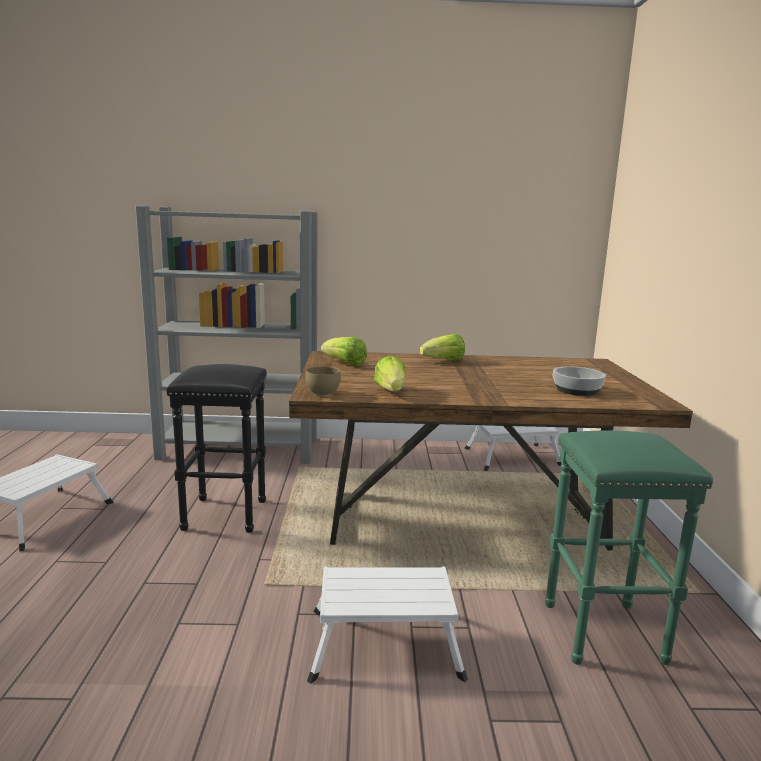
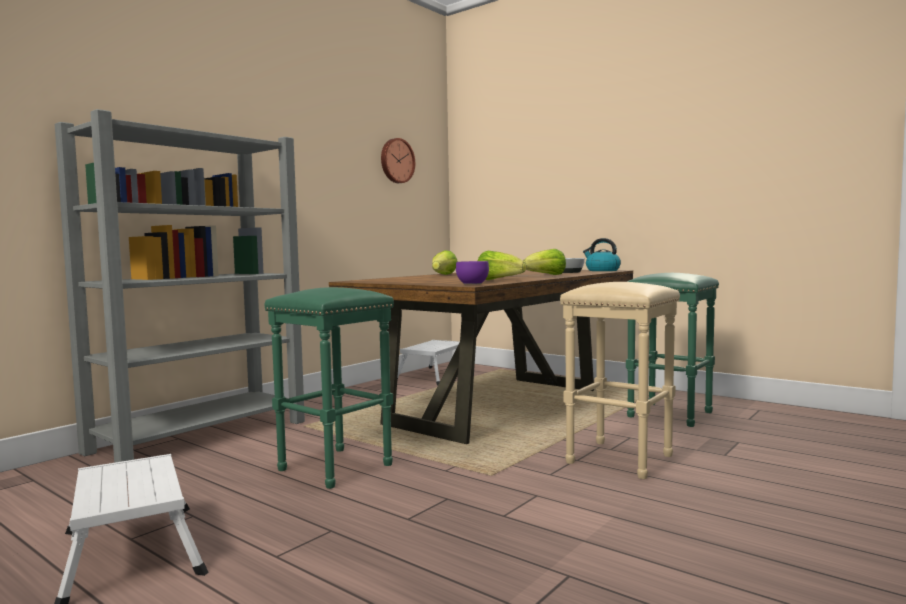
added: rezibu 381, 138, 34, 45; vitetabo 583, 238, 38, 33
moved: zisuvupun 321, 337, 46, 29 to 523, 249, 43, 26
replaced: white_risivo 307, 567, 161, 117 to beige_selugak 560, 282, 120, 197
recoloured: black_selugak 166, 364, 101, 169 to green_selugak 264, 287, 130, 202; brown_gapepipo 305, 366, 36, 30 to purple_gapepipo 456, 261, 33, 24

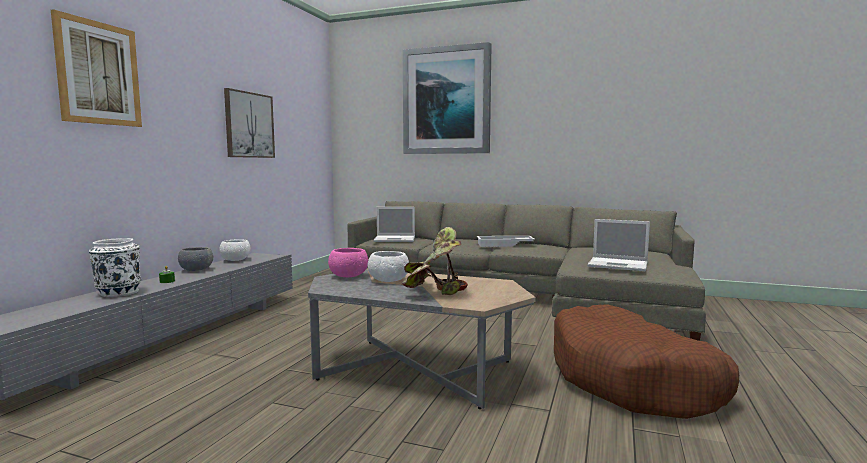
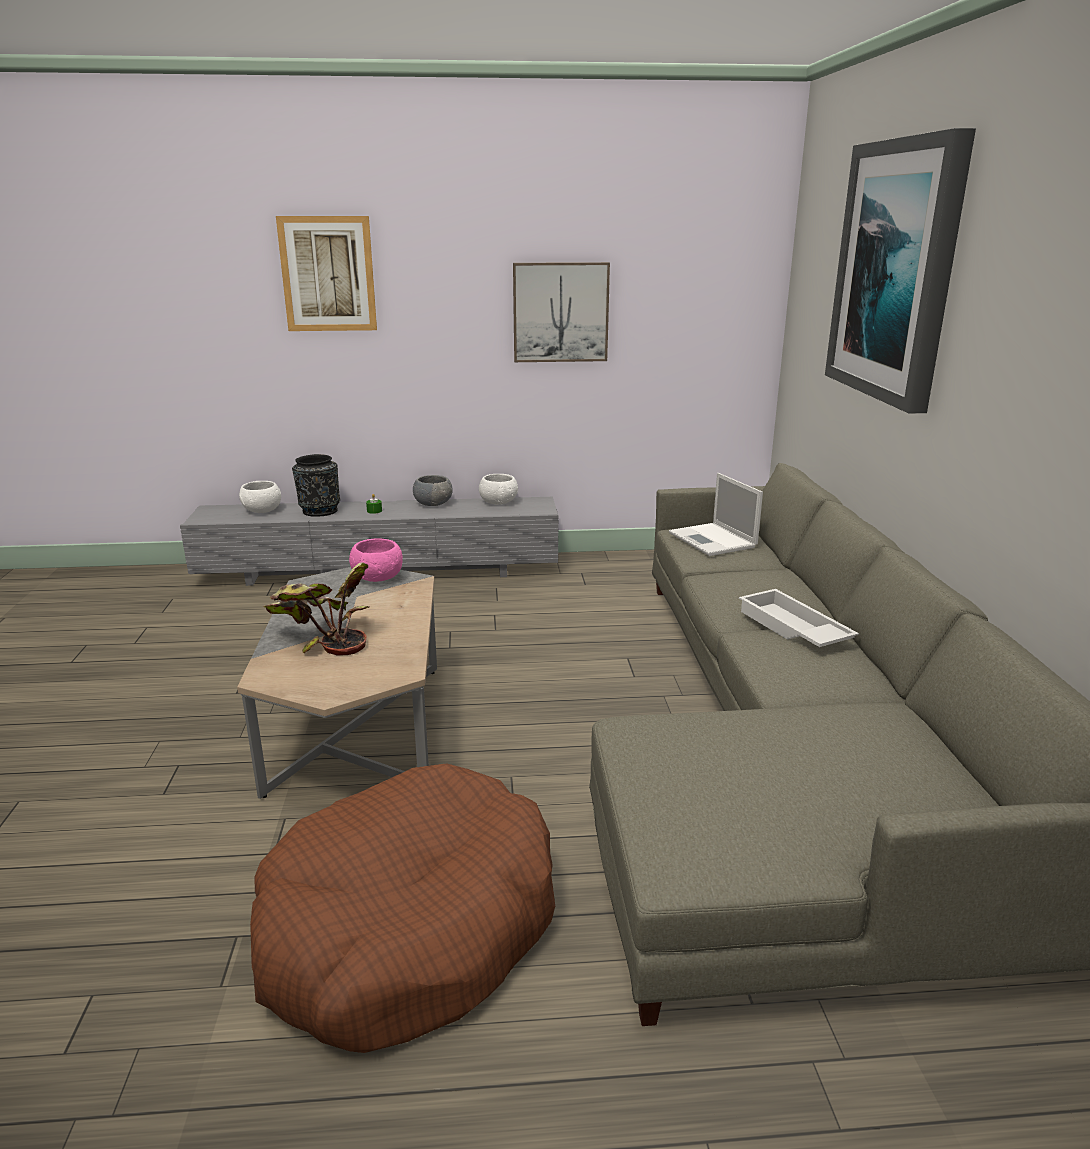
removed: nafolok 587, 219, 63, 52
moved: white_gapepipo 368, 251, 41, 31 to 239, 481, 42, 32
recoloured: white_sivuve 89, 238, 52, 59 to black_sivuve 292, 454, 48, 63

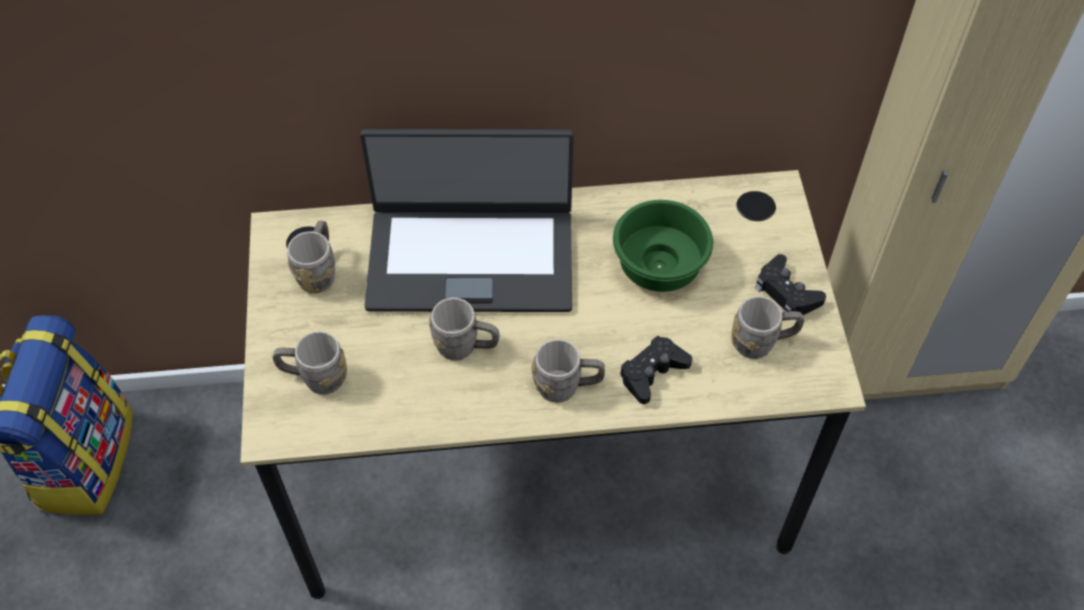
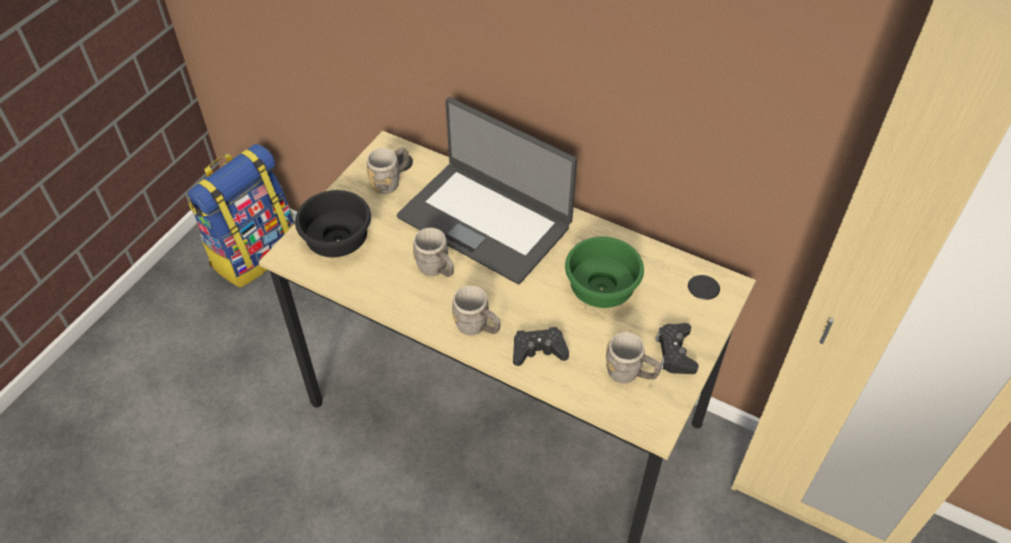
replaced: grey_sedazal 273, 331, 74, 64 to black_gapepipo 295, 190, 76, 67

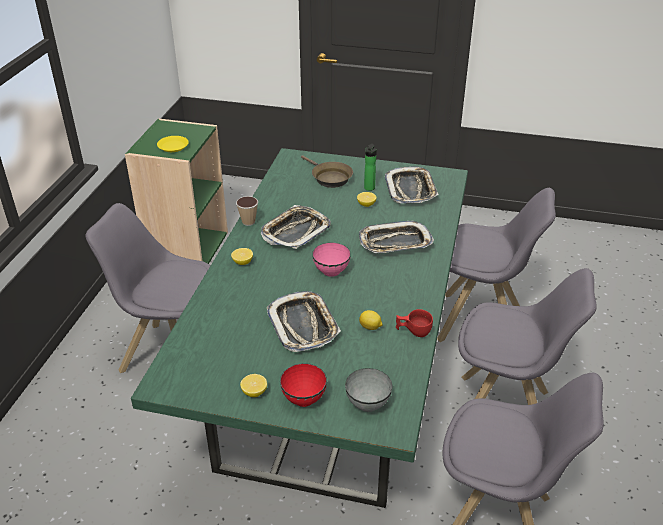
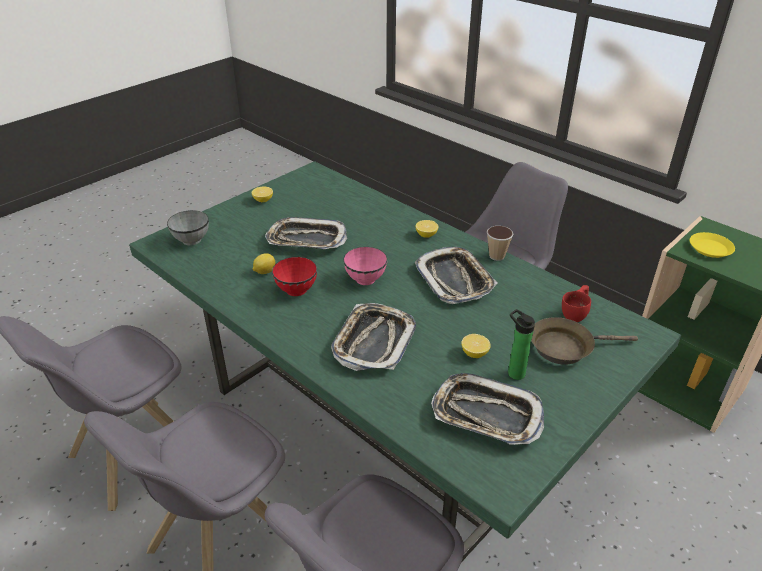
moved: red_gapepipo 280, 363, 47, 44 to 272, 257, 45, 39; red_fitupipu 396, 309, 37, 28 to 562, 285, 29, 37

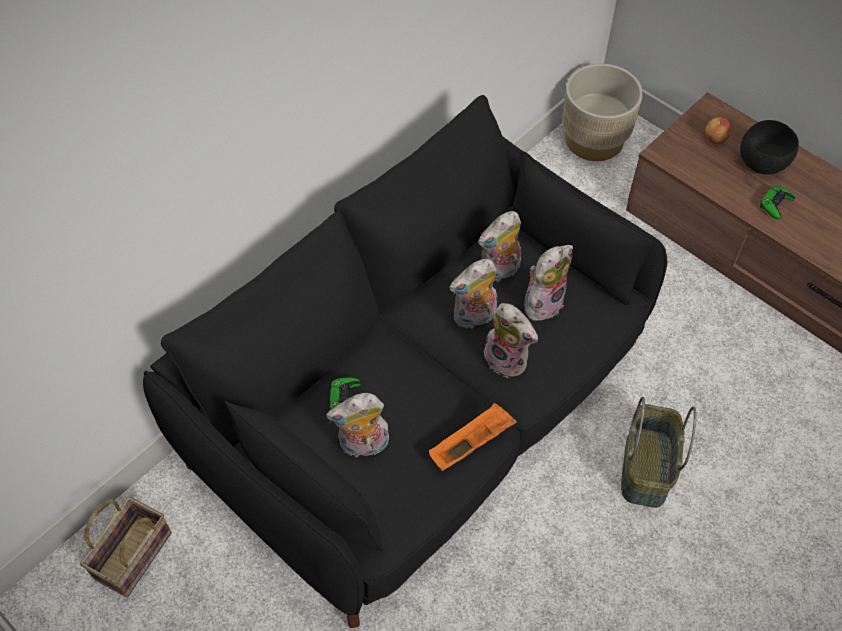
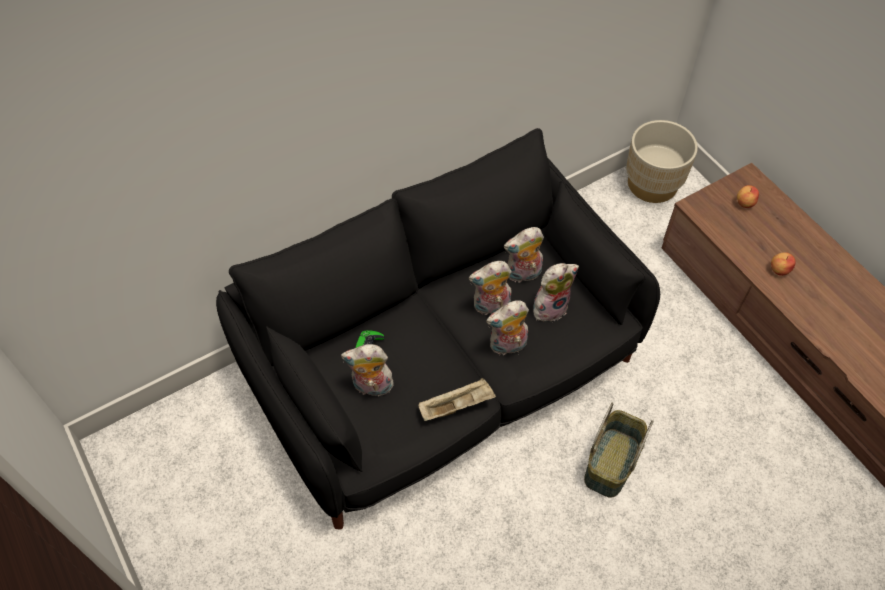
removed: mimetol 80, 497, 92, 100; black_gapepipo 740, 120, 59, 55
replaced: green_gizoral 760, 186, 35, 33 to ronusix 771, 252, 25, 24
recoloured: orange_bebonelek 429, 403, 88, 68 to beige_bebonelek 418, 378, 78, 43
turned: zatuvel 482, 303, 56, 75 = 486, 300, 43, 55 105 degrees clockwise

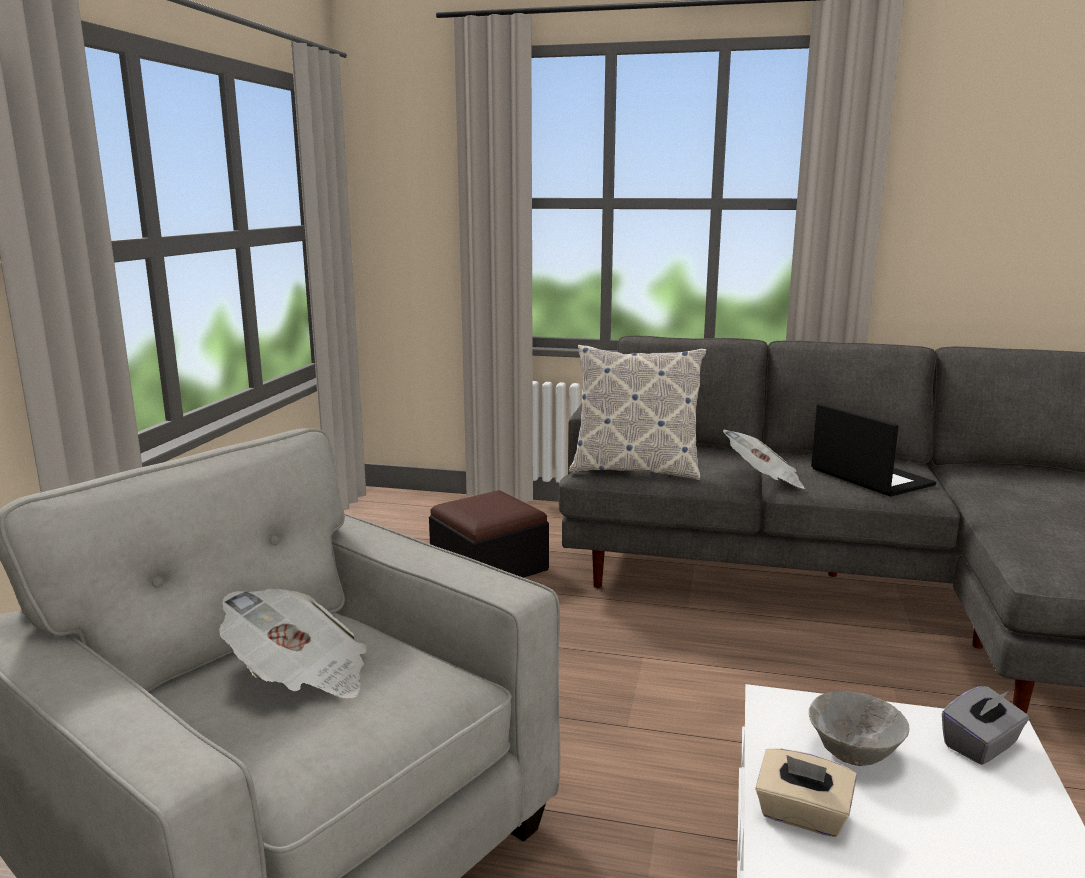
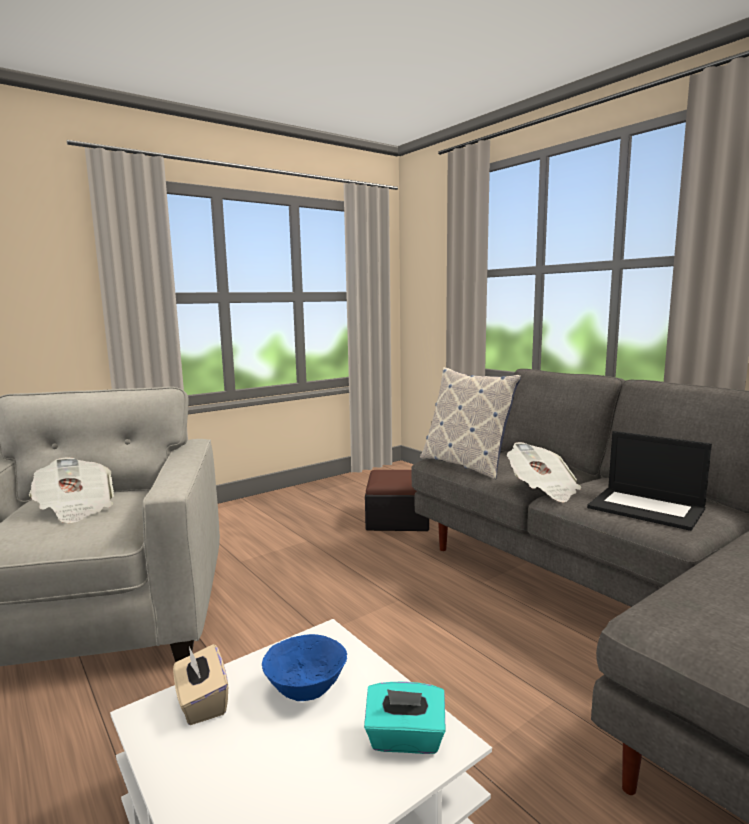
recoloured: grey_gapepipo 809, 691, 101, 75 to blue_gapepipo 262, 634, 85, 67; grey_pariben 942, 686, 87, 79 to turquoise_pariben 364, 682, 82, 72
turned: nafolok 811, 404, 125, 93 = 587, 431, 125, 100 120 degrees clockwise

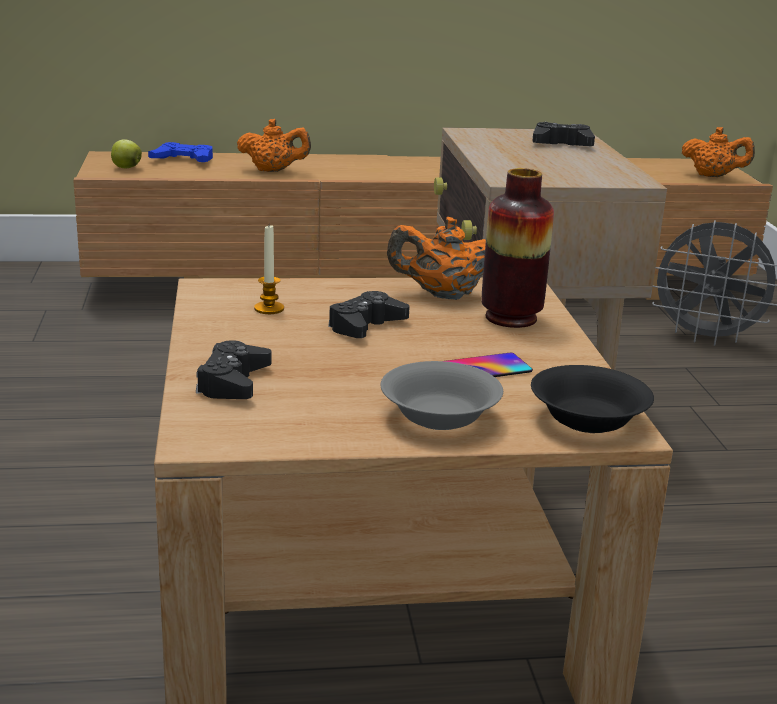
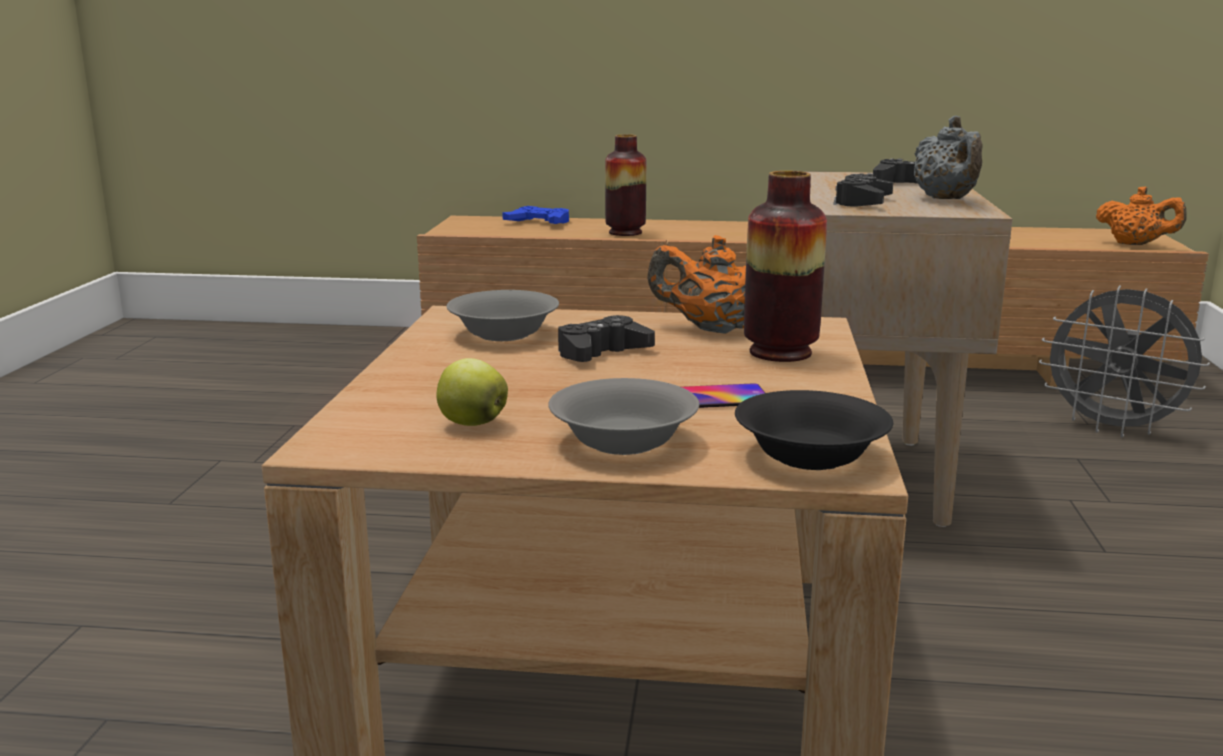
added: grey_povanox 914, 116, 69, 83
moved: ronusix 111, 139, 31, 29 to 436, 358, 72, 68; black_gizoral 196, 340, 75, 59 to 833, 173, 60, 33
replaced: orange_povanox 237, 119, 74, 53 to sivuve 605, 134, 41, 102; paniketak 254, 225, 30, 89 to grey_gapepipo 446, 290, 113, 51

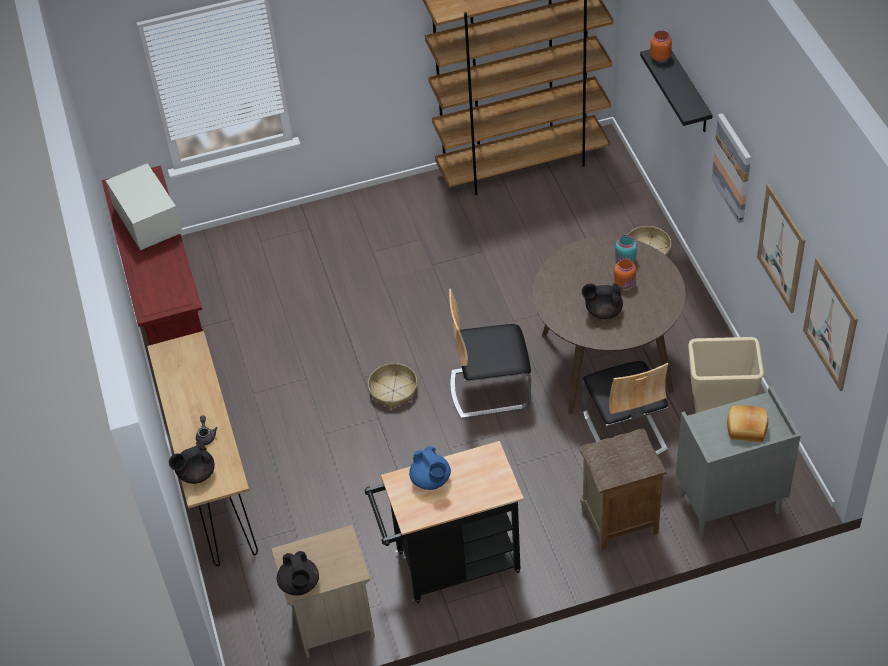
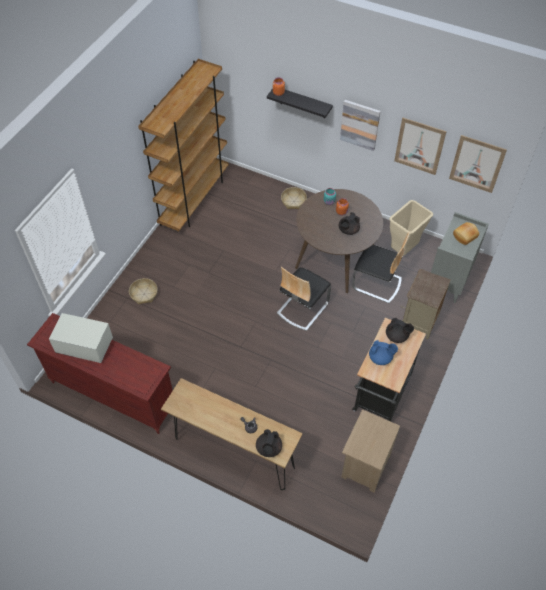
moved: black_povanox 277, 551, 42, 45 to 386, 318, 28, 25; mimetol 368, 363, 49, 45 to 129, 278, 28, 26

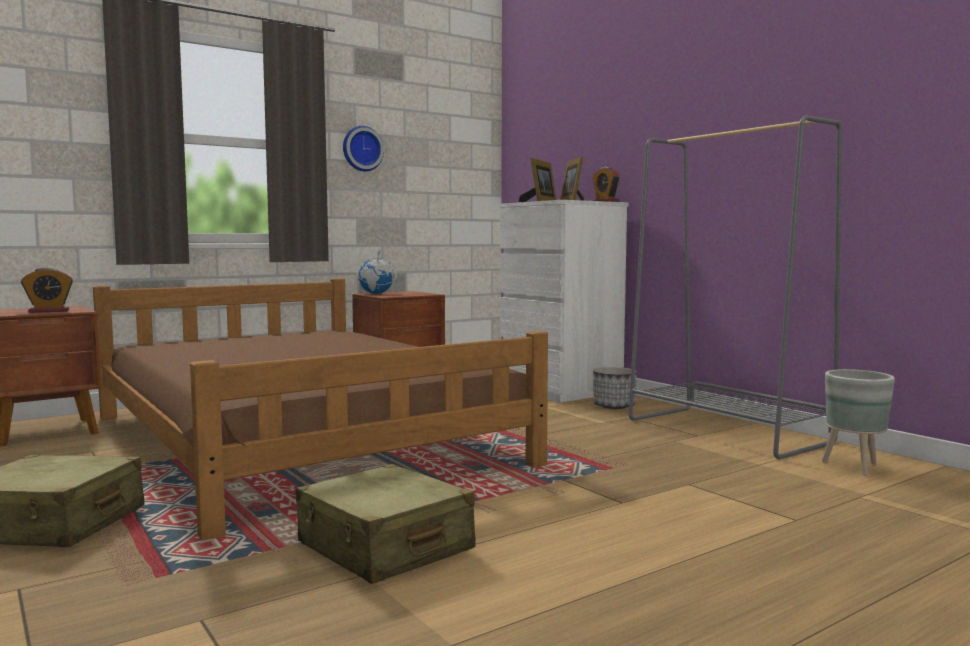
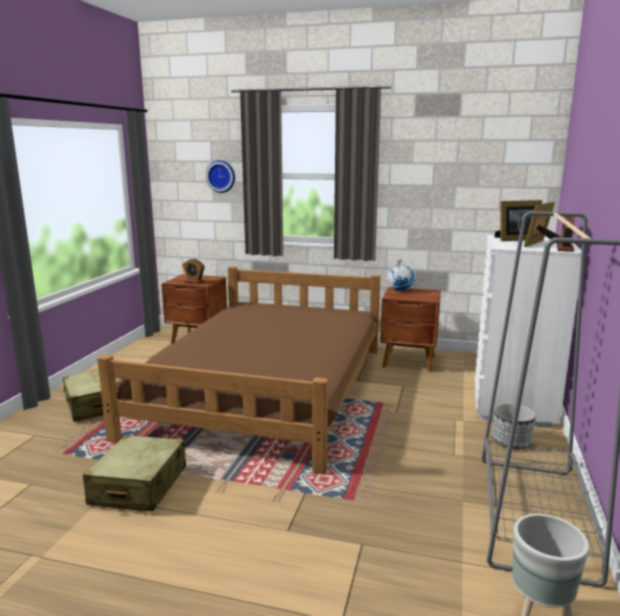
moved: rezibu 343, 126, 41, 46 to 206, 160, 29, 33

